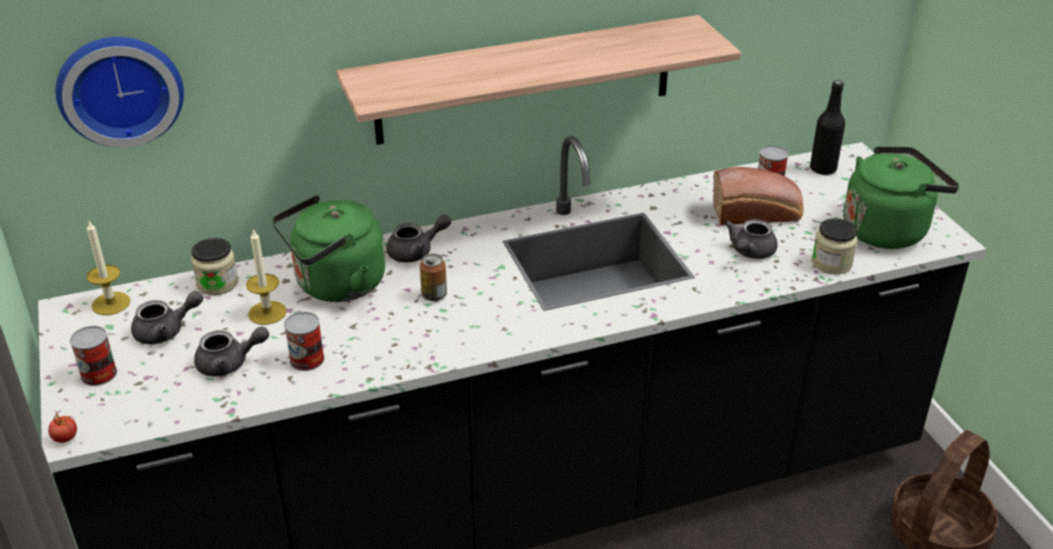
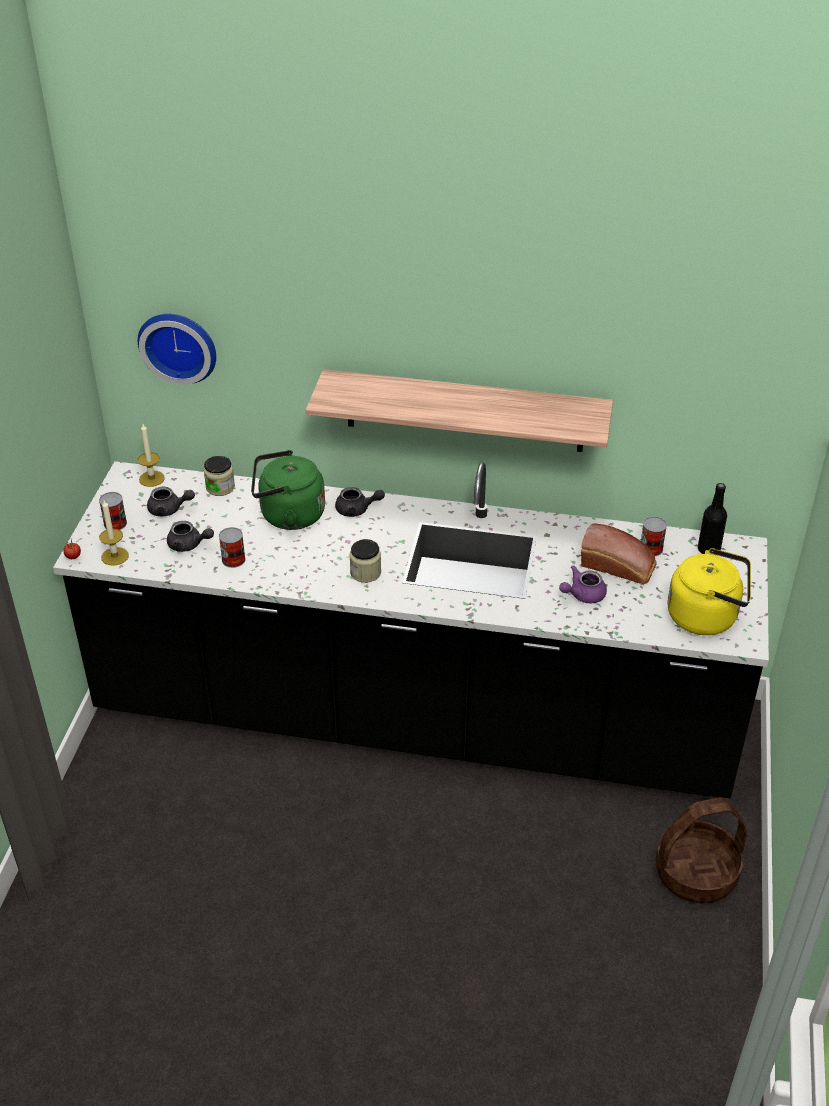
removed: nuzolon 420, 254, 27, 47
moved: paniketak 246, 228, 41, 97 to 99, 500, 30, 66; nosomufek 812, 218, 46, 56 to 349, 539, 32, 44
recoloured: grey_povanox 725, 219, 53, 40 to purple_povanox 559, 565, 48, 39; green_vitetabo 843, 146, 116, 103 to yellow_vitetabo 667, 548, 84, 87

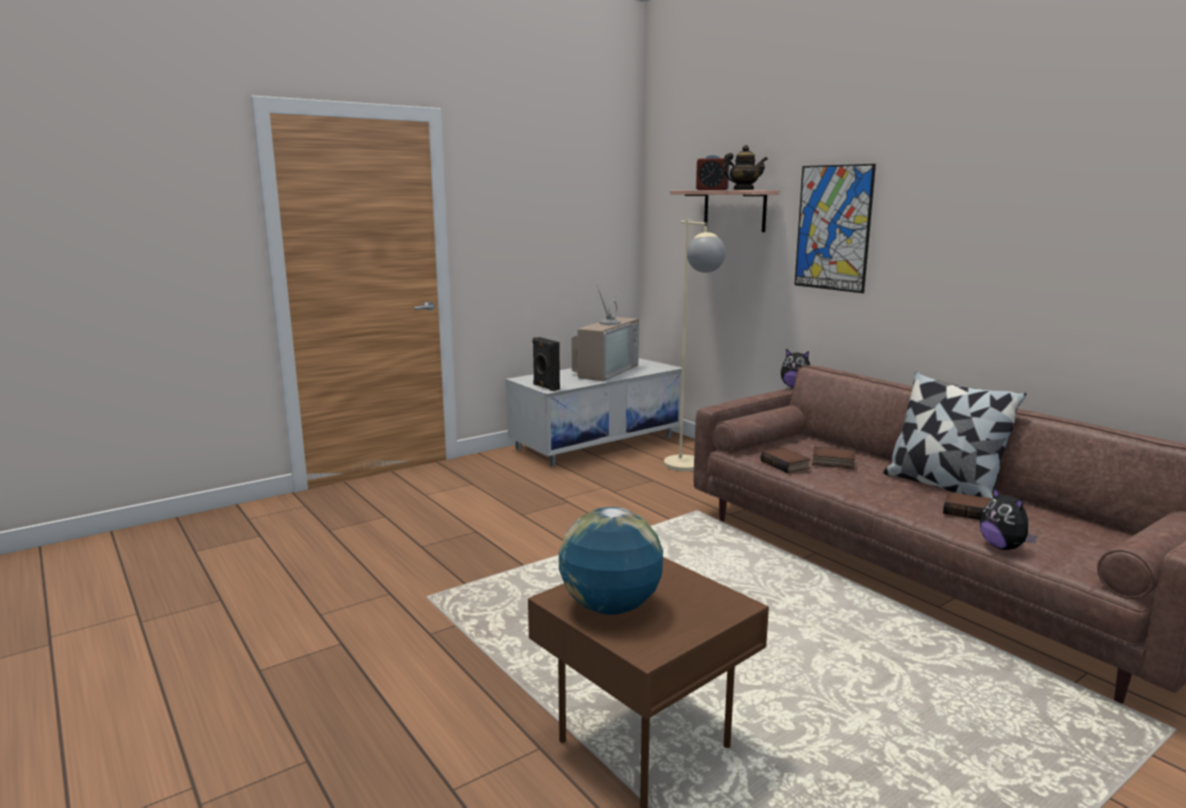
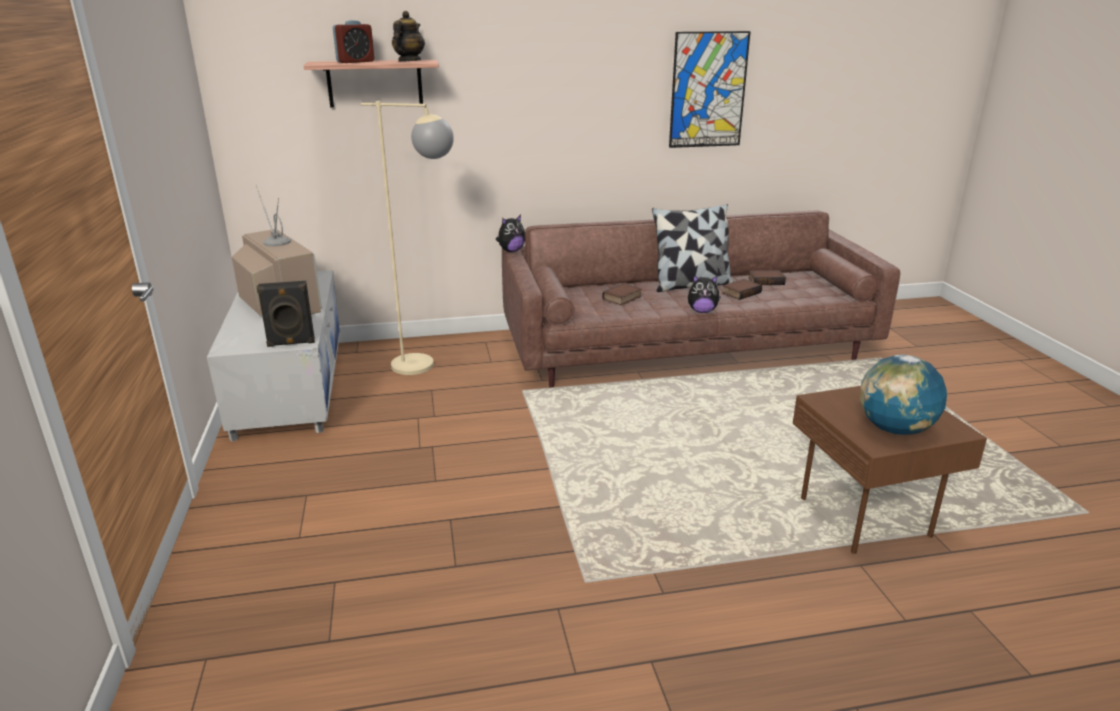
moved: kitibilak 761, 448, 49, 25 to 748, 270, 38, 15; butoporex 794, 164, 82, 129 to 669, 31, 82, 117; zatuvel 980, 486, 57, 64 to 688, 275, 33, 38

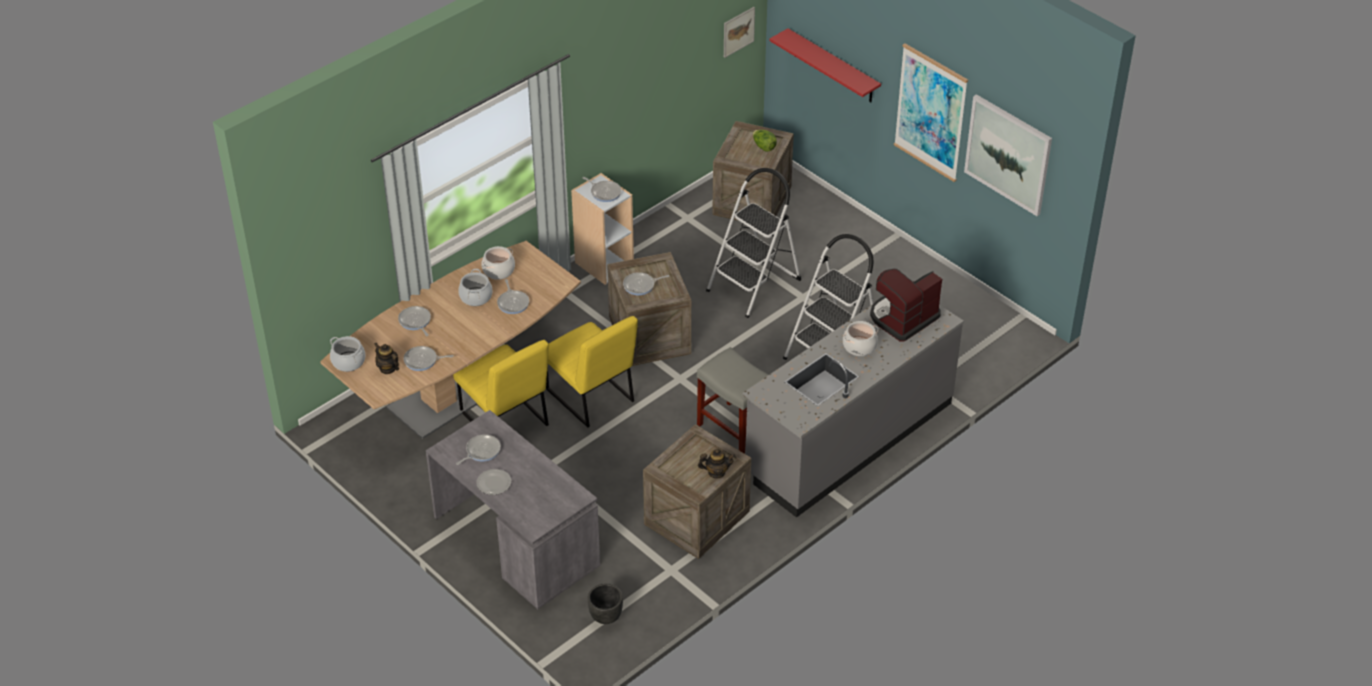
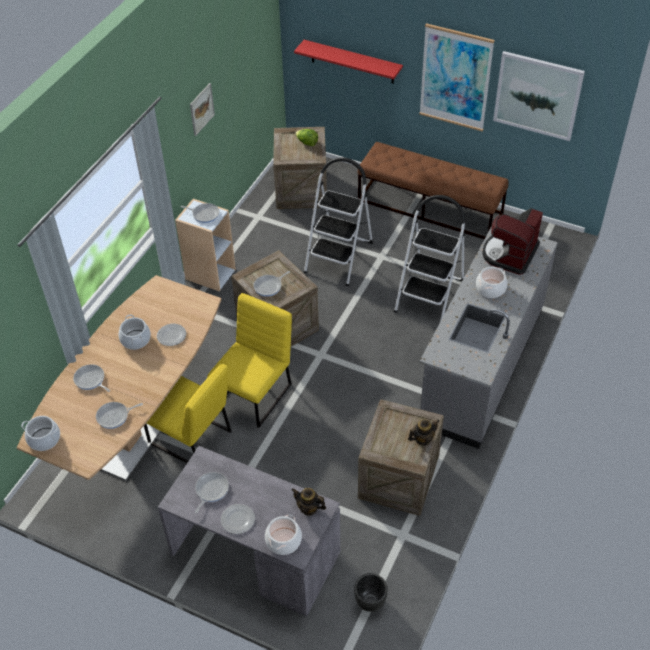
removed: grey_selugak 697, 347, 72, 107
added: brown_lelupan 358, 142, 150, 97
moved: povanox 374, 343, 25, 31 to 291, 488, 35, 28; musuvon 482, 246, 33, 34 to 265, 515, 37, 40; butoporex 724, 7, 31, 51 to 190, 83, 25, 53
replaced: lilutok 497, 279, 32, 35 to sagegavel 157, 324, 29, 22
turned: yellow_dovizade 546, 316, 92, 112 = 207, 293, 85, 135 90 degrees counterclockwise

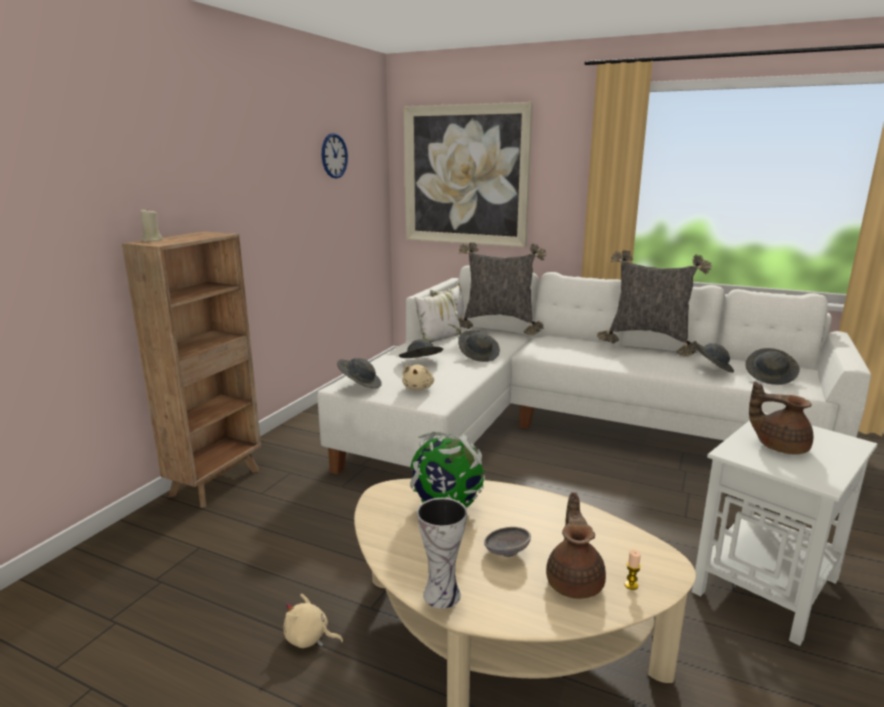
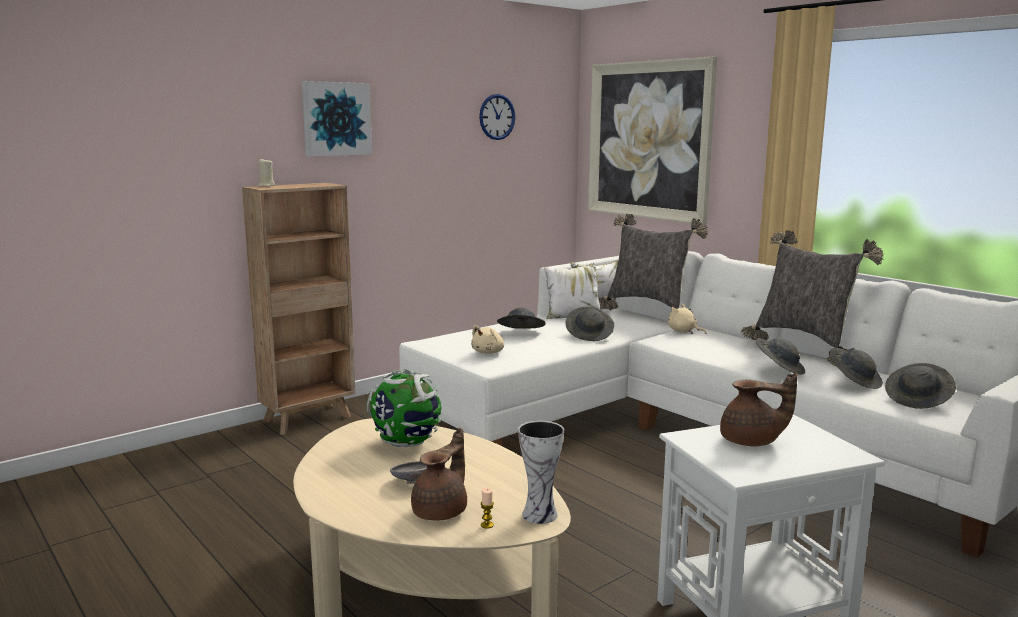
added: butoporex 302, 81, 70, 75
moved: beige_zatuvel 283, 594, 60, 54 to 668, 304, 38, 30; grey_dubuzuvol 337, 358, 45, 30 to 756, 338, 49, 37; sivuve 417, 498, 50, 111 to 518, 421, 46, 103
turned: brown_povanox 749, 381, 64, 73 = 720, 373, 78, 73 135 degrees clockwise

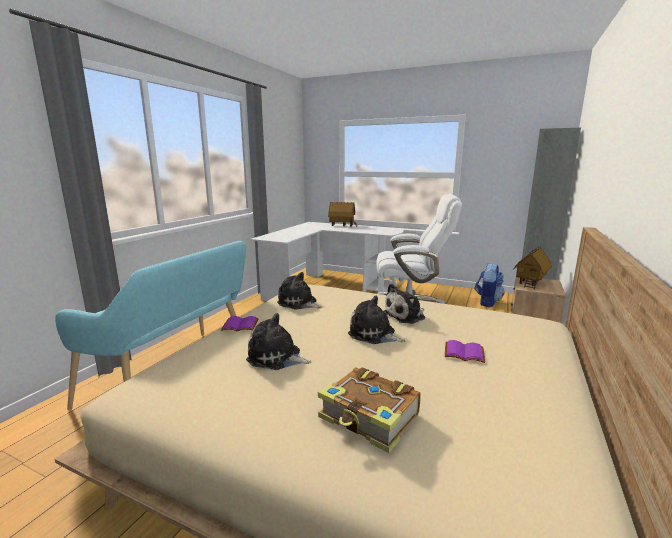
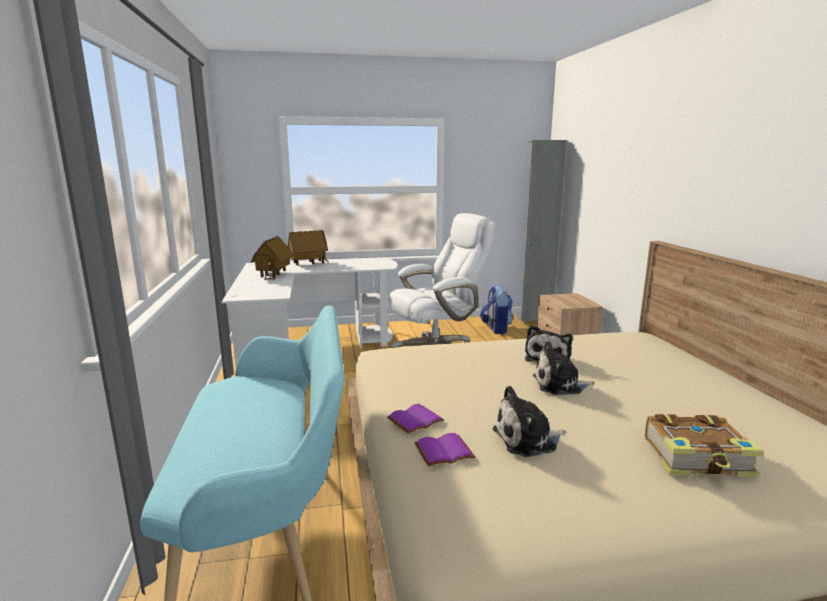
removed: zatuvel 277, 272, 45, 38
moved: purple_kitibilak 445, 340, 40, 23 to 415, 433, 60, 34; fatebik 513, 247, 39, 42 to 251, 236, 42, 44

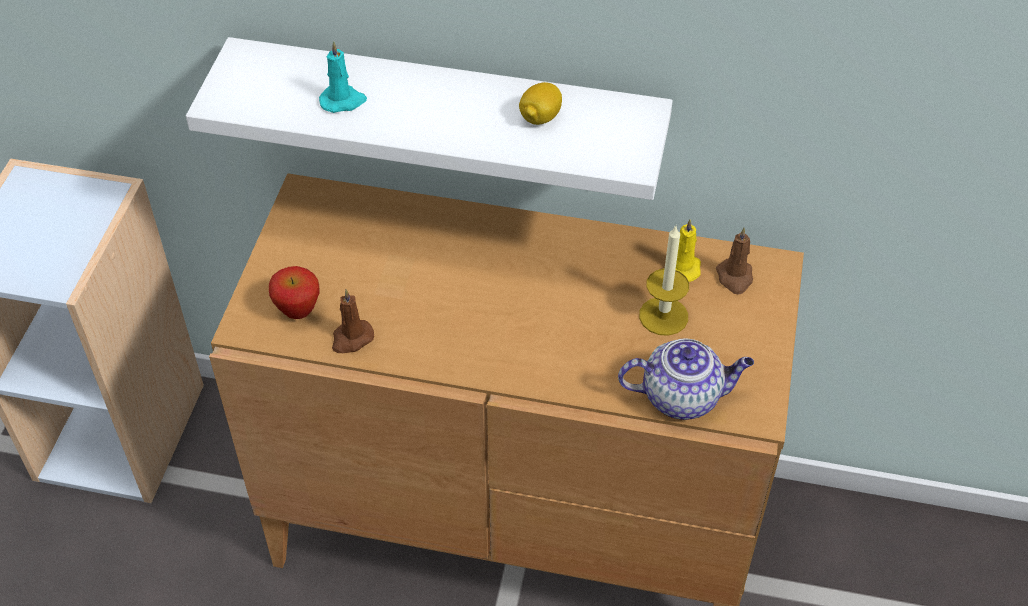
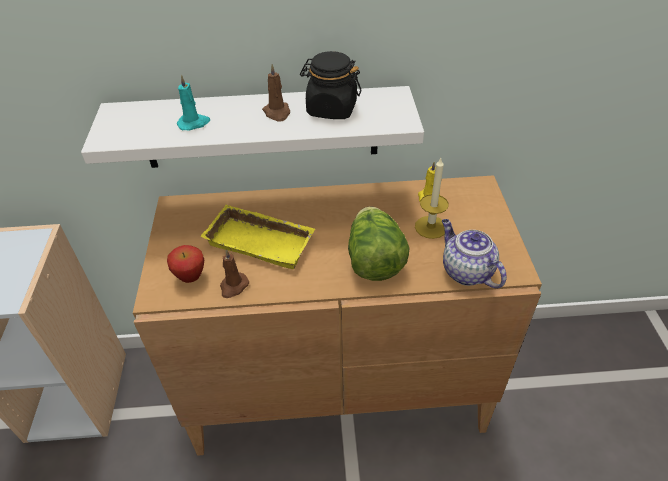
added: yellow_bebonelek 200, 205, 116, 64; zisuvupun 348, 207, 62, 74
moved: brown_paniketak 716, 228, 37, 67 to 262, 64, 28, 58
replaced: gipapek 519, 82, 43, 43 to black_nosomufek 300, 51, 62, 68
turned: povanox 618, 338, 136, 82 = 442, 219, 65, 70 105 degrees counterclockwise

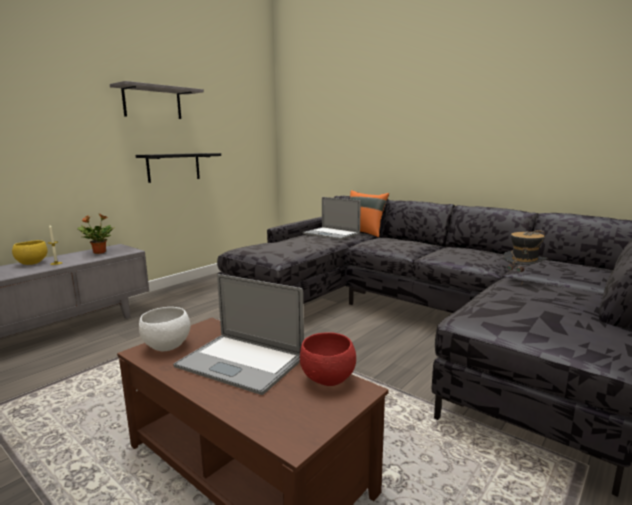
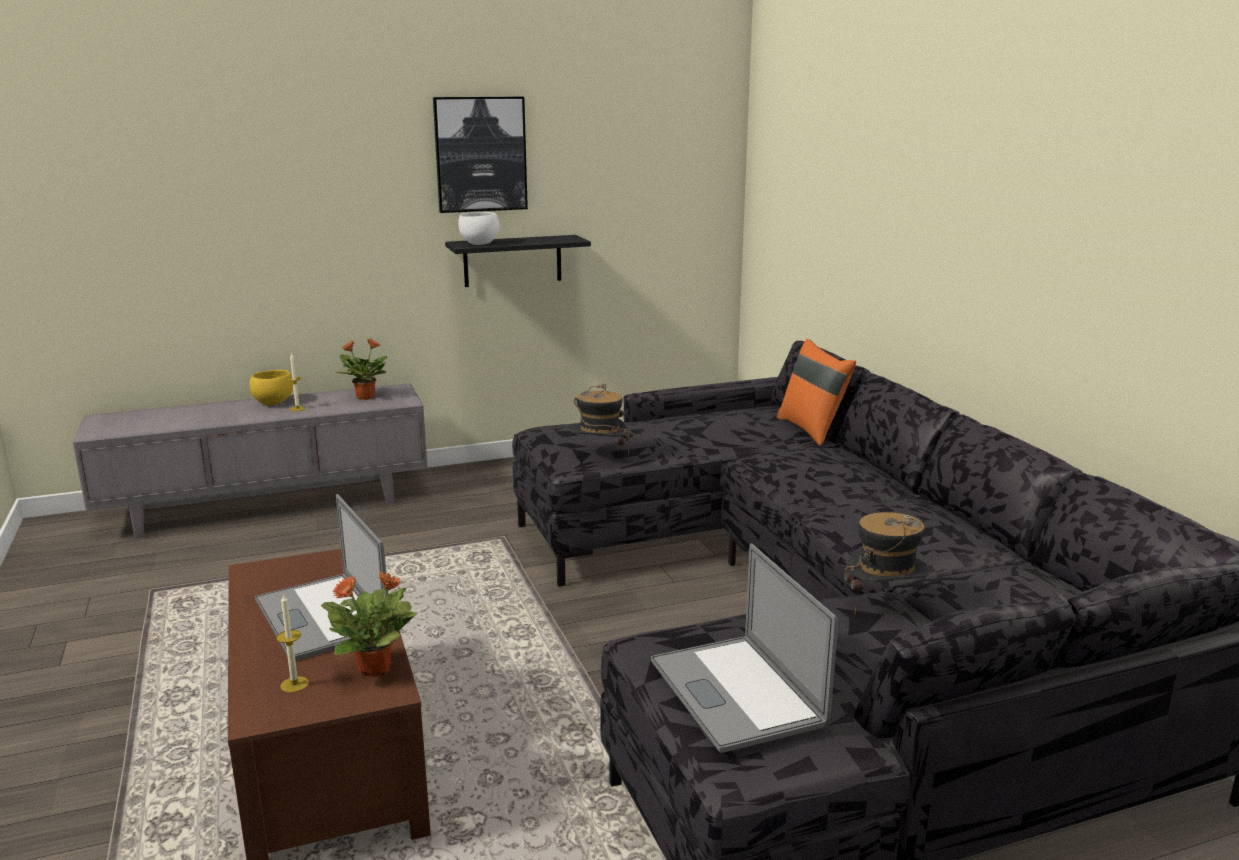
added: paniketak 276, 593, 33, 100; dubuzuvol 571, 384, 59, 71
moved: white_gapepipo 139, 307, 51, 44 to 458, 212, 42, 33; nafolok 302, 197, 59, 43 to 651, 544, 187, 209
replaced: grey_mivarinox 110, 81, 94, 38 to butoporex 433, 97, 95, 116; red_gapepipo 300, 332, 56, 54 to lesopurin 321, 571, 96, 106

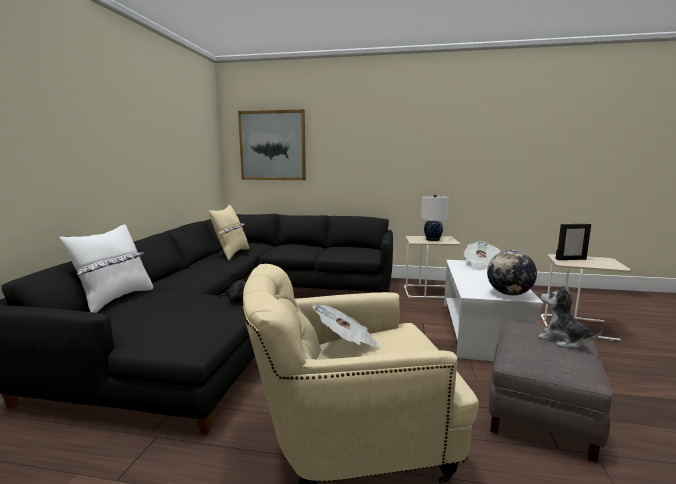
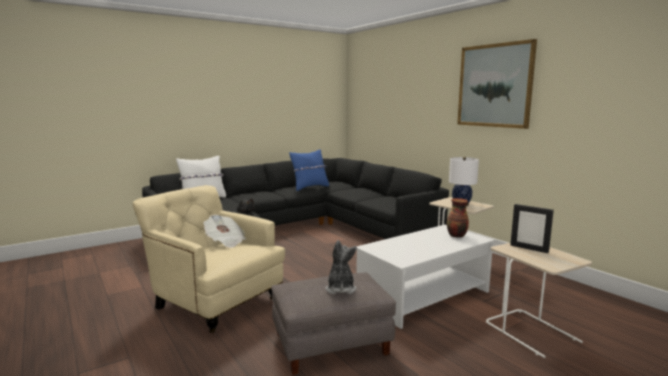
removed: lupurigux 487, 250, 50, 46
moved: butoporex 238, 109, 68, 71 to 457, 39, 80, 90
replaced: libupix 463, 241, 38, 30 to sivuve 447, 198, 22, 40
recoloured: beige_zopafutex 208, 205, 41, 56 to blue_zopafutex 289, 150, 40, 41

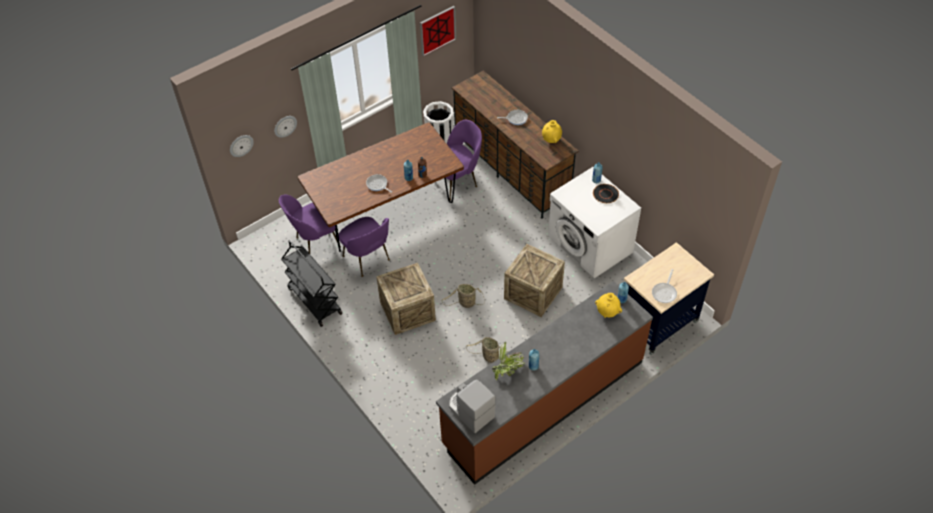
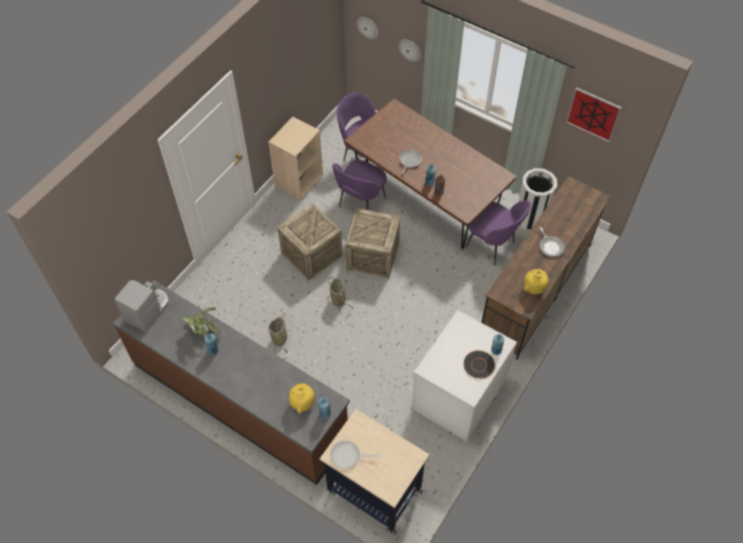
moved: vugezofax 504, 244, 61, 73 to 345, 208, 55, 70
replaced: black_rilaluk 281, 240, 61, 87 to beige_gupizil 268, 117, 55, 83

